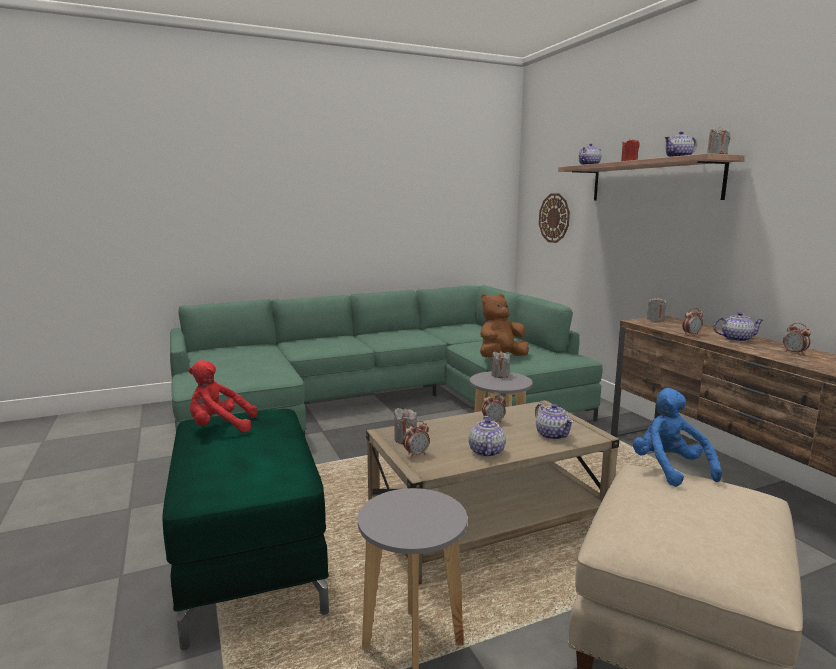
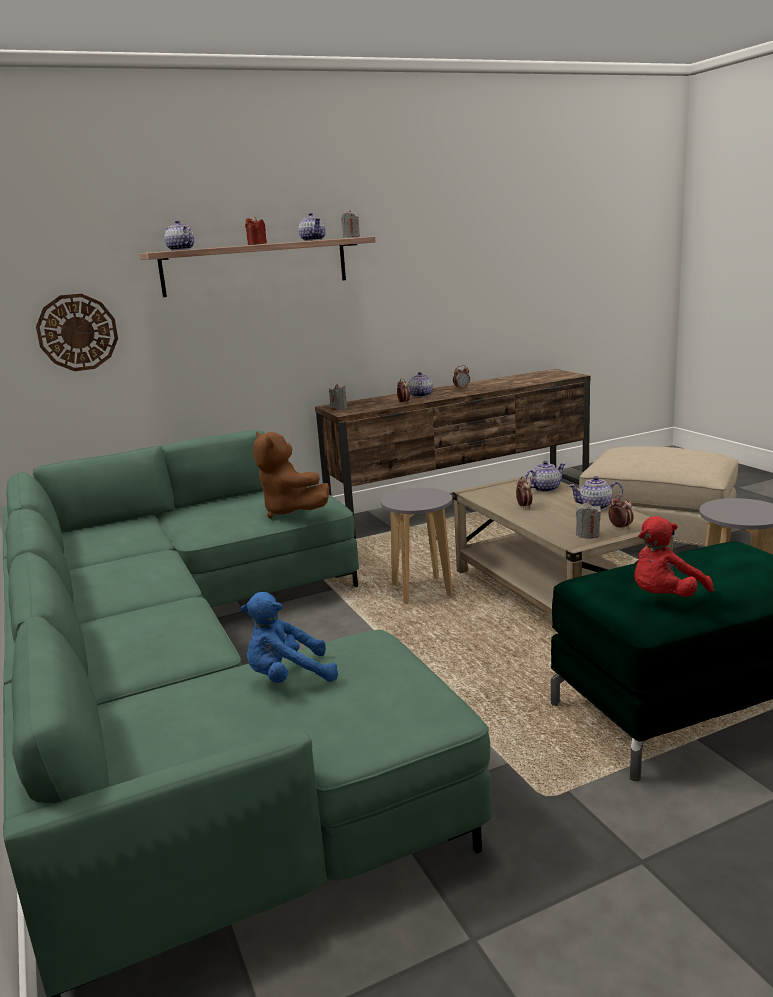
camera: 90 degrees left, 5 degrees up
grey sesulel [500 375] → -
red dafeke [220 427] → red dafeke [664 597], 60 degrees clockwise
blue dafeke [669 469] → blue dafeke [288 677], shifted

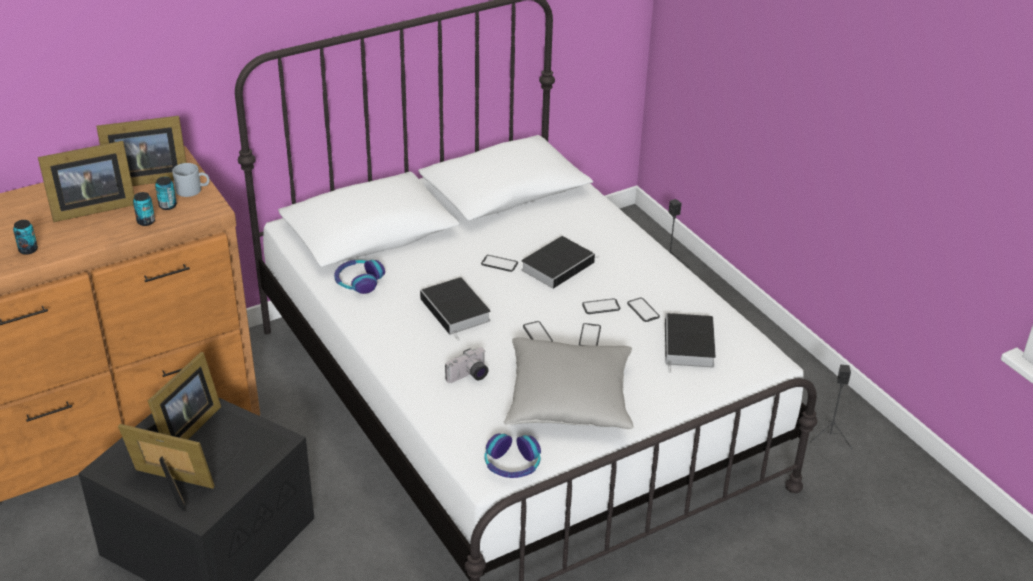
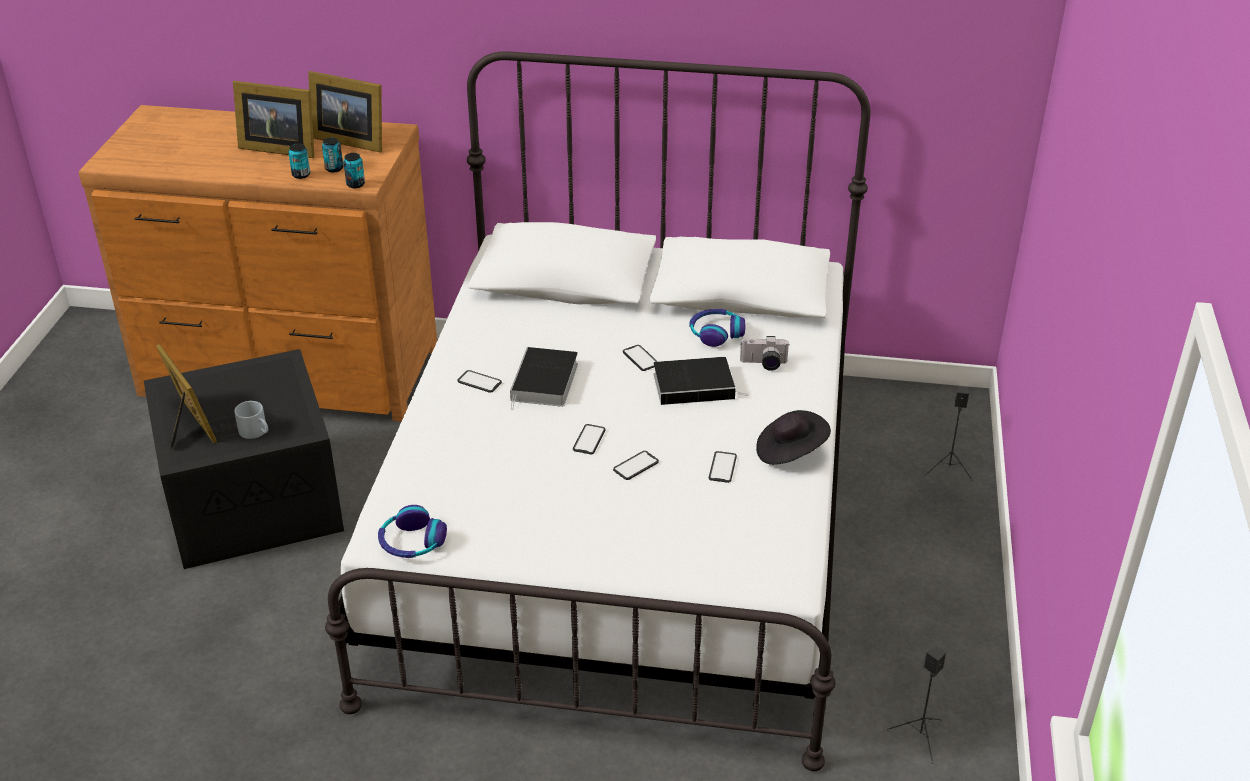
camera: 40 degrees right, 0 degrees up
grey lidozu [193 189] → grey lidozu [256 432], shifted
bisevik [28 250] → bisevik [355 184], shifted
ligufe [358 281] → ligufe [716 333], shifted
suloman [601 307] → suloman [479 382], shifted
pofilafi [689 346] → -
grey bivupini [569 399] → -
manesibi [469 377] → manesibi [763 364], shifted
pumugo [184 429] → -
- → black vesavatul [790 452]

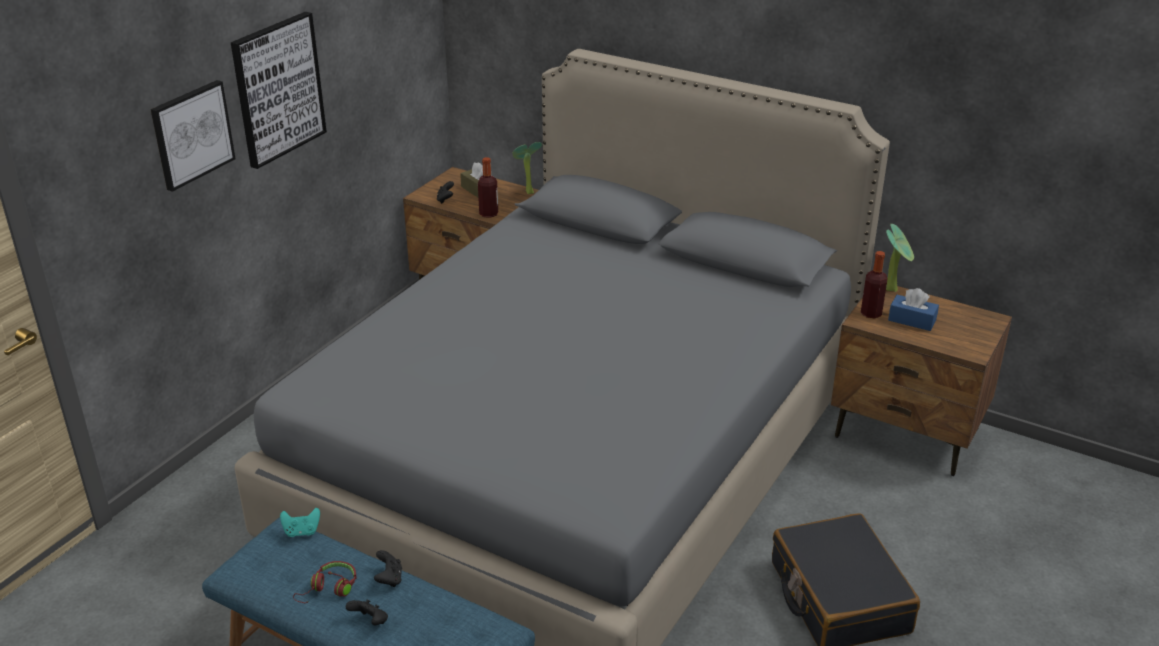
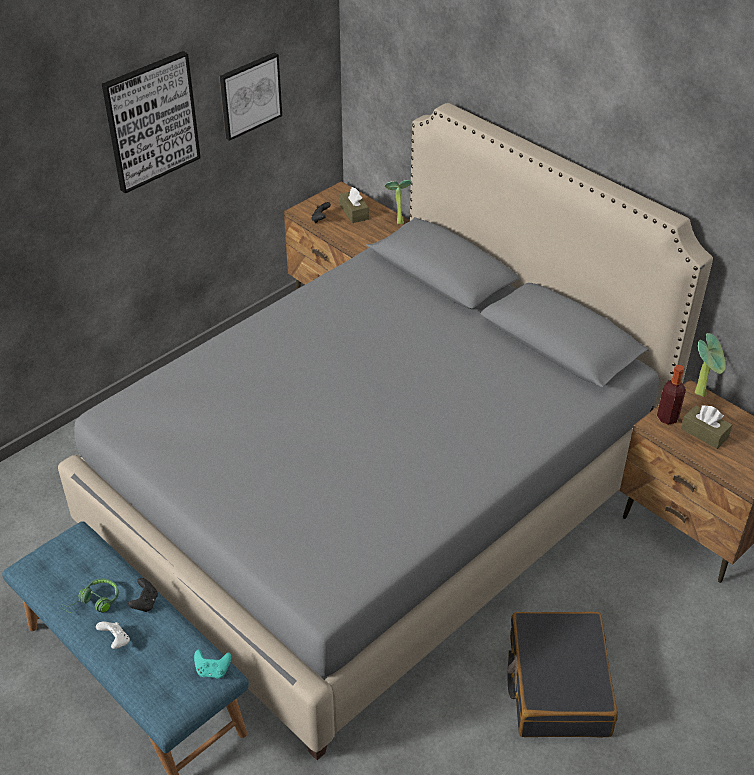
camera: 15 degrees right, 10 degrees up
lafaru [192 134] → lafaru [249 95], shifted
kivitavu [488 214] → -
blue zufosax [912 320] → brown zufosax [704 433]
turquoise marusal [302 532] → turquoise marusal [213 670], shifted
red ligufe [329 589] → green ligufe [94 602]
black marusal [370 621] → white marusal [116 641]

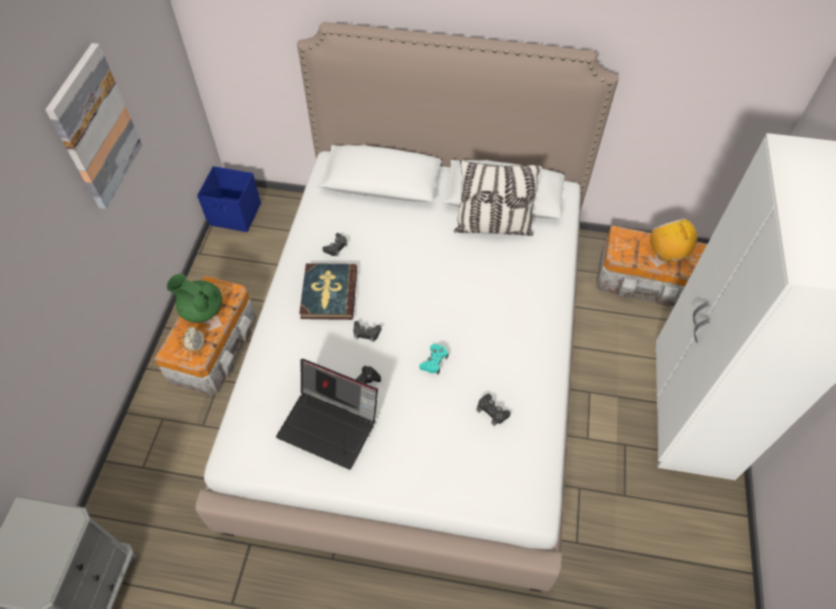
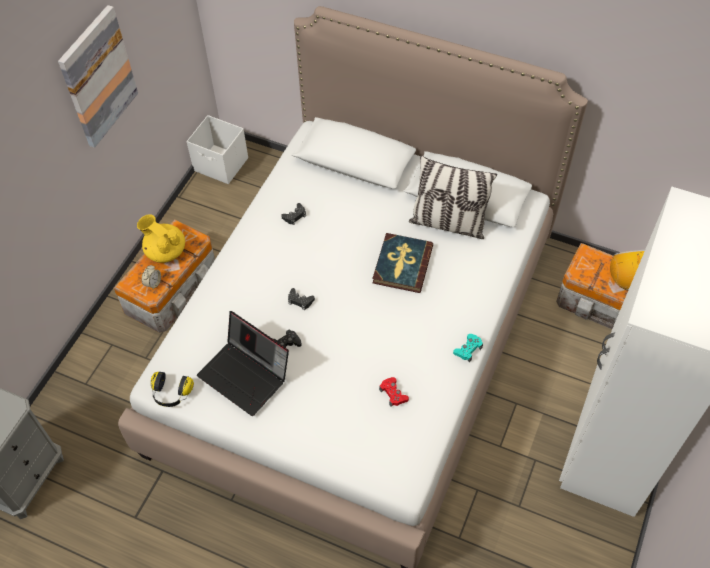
camera: 15 degrees right, 0 degrees up
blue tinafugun [235 215] → white tinafugun [221 165]
pofilafi [328 293] → pofilafi [402 264], shifted
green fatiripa [201 309] → yellow fatiripa [165 251]
turquoise marusal [434 361] → turquoise marusal [468 349], shifted
black marusal [492 411] → red marusal [393 394]
- → ligufe [171 394]

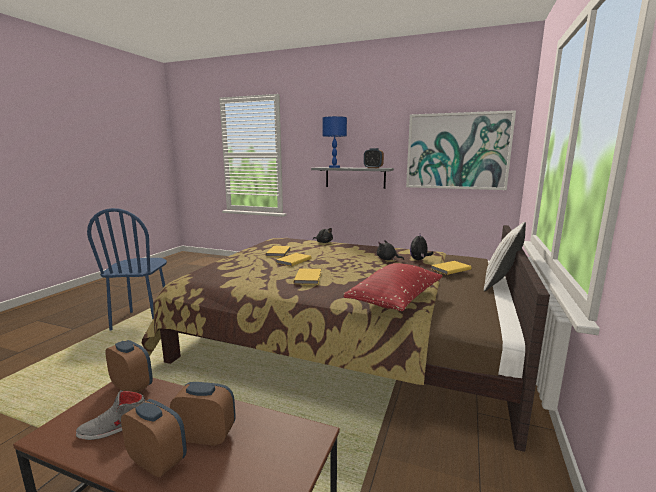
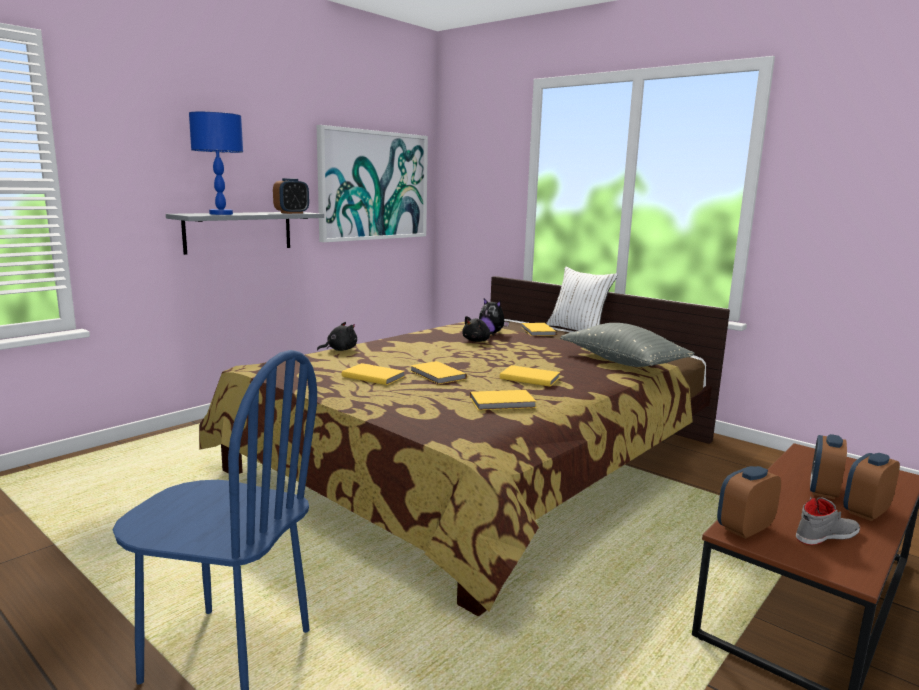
camera: 70 degrees left, 0 degrees up
red bivupini [395 300] → grey bivupini [623 362]
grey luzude [114 427] → grey luzude [826 535], 105 degrees counterclockwise
- → yellow pofilafi [503 403]

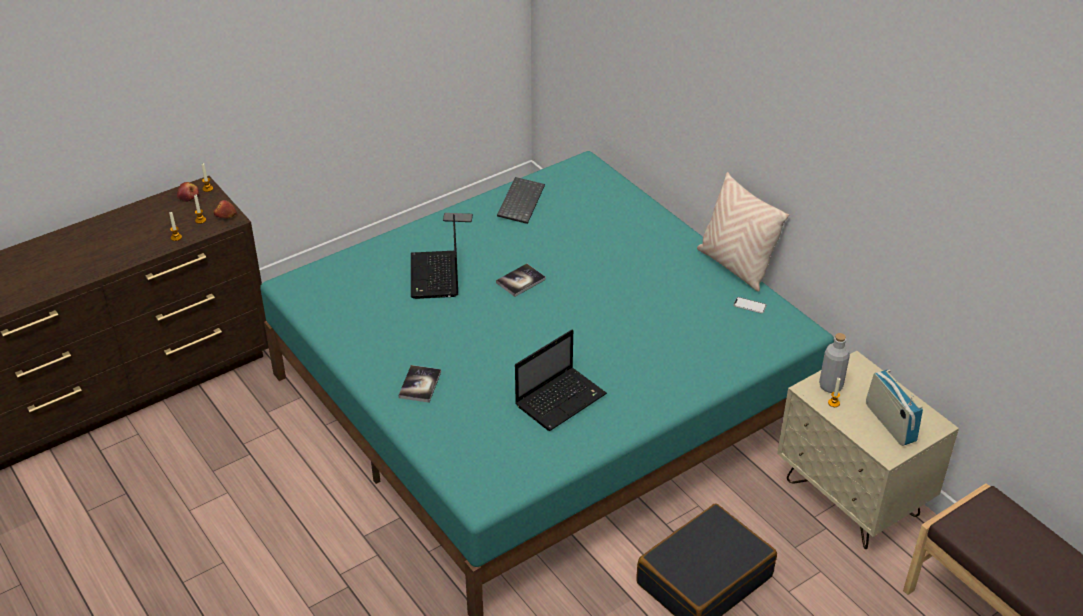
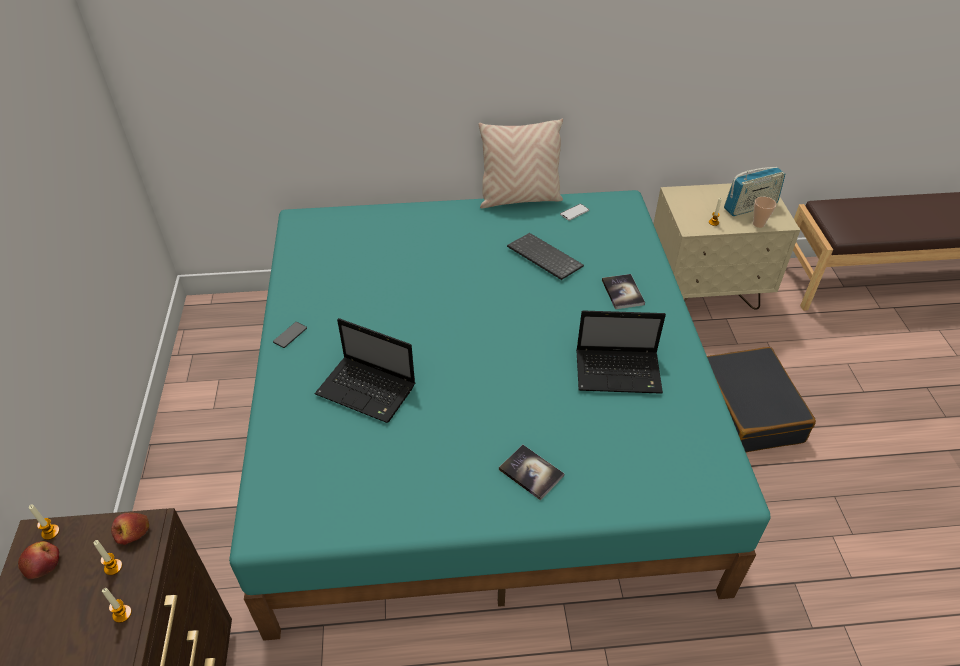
camera: 60 degrees left, 5 degrees up
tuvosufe [520 201] → tuvosufe [543 258], shifted
pofilafi [520 281] → pofilafi [622 292], shifted
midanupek [561 399] → midanupek [619 372], 105 degrees clockwise
grey kivitavu [830 386] → -
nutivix [890 423] → nutivix [750 207], 150 degrees clockwise
- → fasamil [758 224]

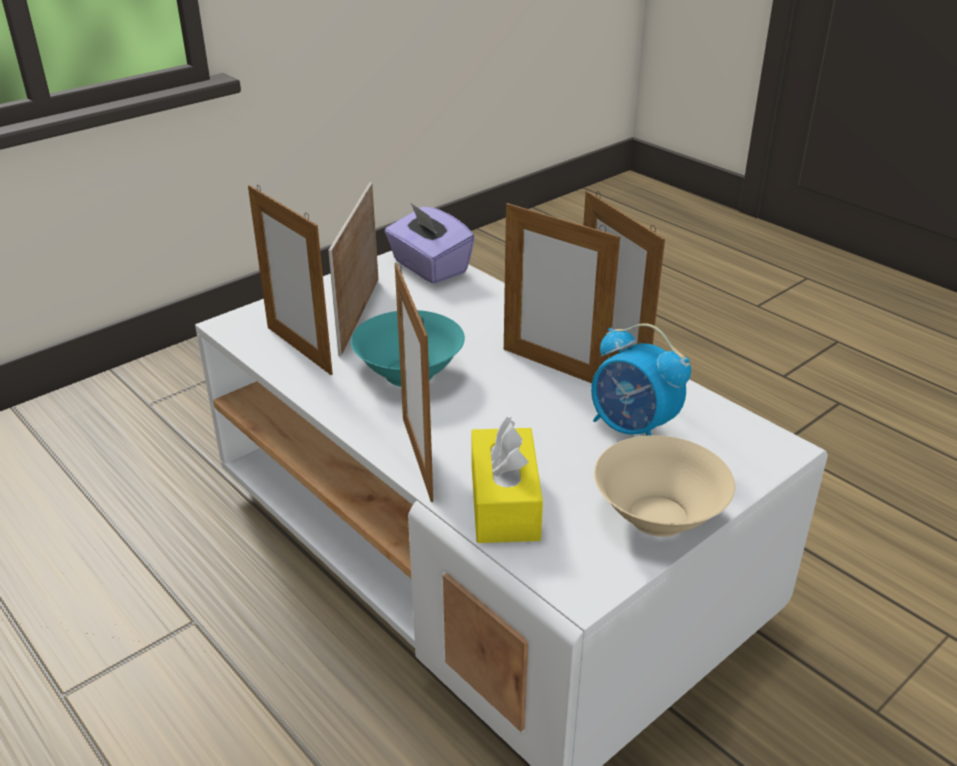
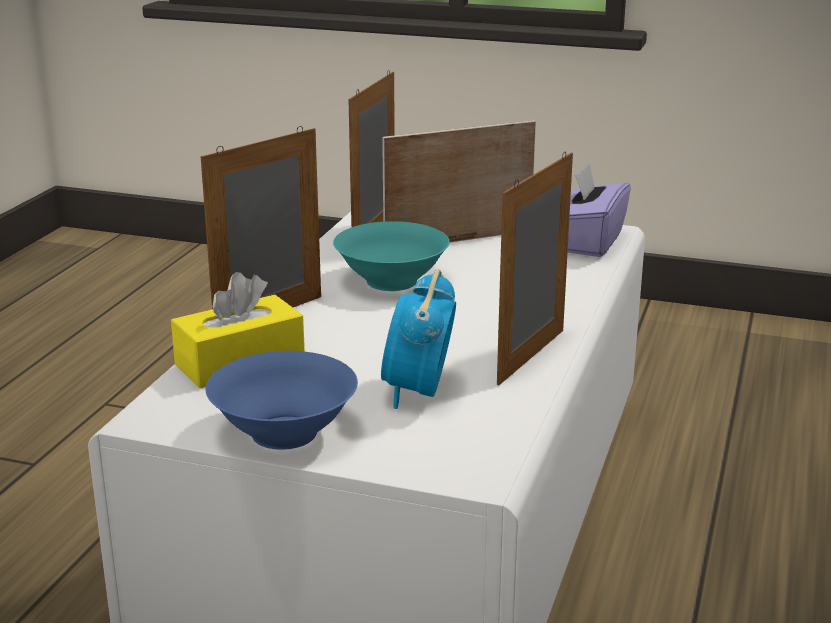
camera: 60 degrees right, 10 degrees down
pumugo [553 368] → -
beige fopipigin [659 515] → blue fopipigin [286 433]

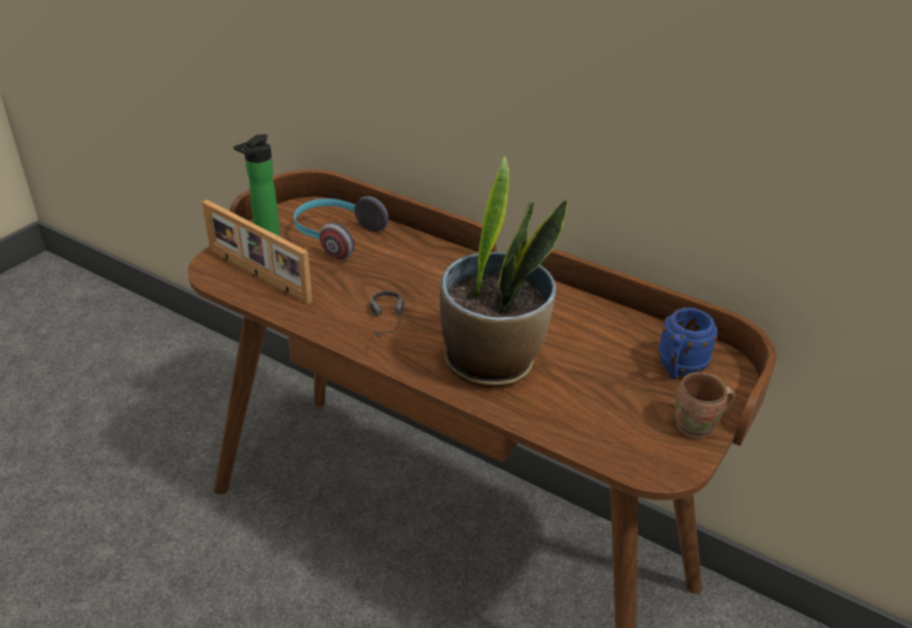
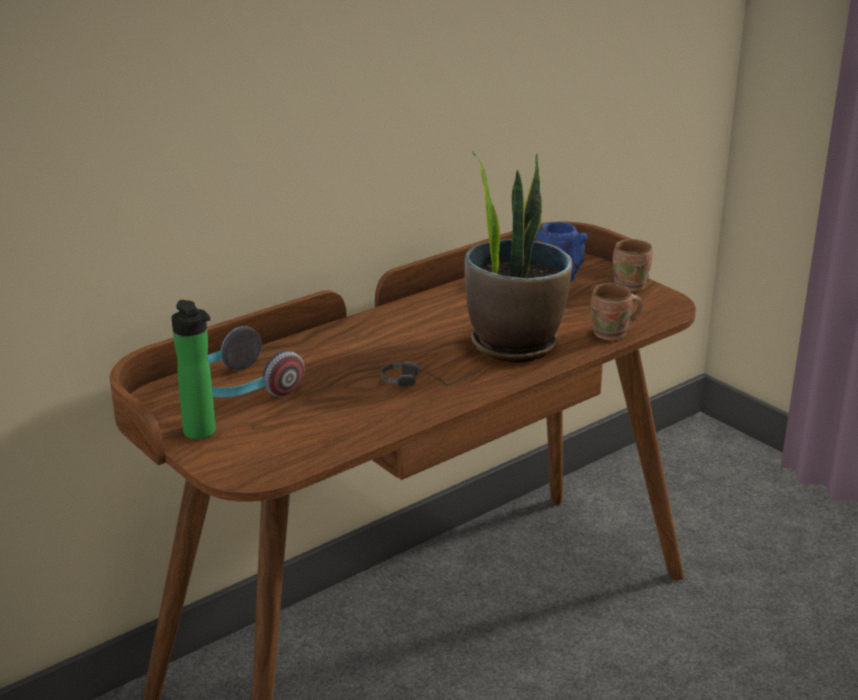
camera: 70 degrees left, 10 degrees down
pumugo [257 276] → -
- → brown lidozu [612 335]

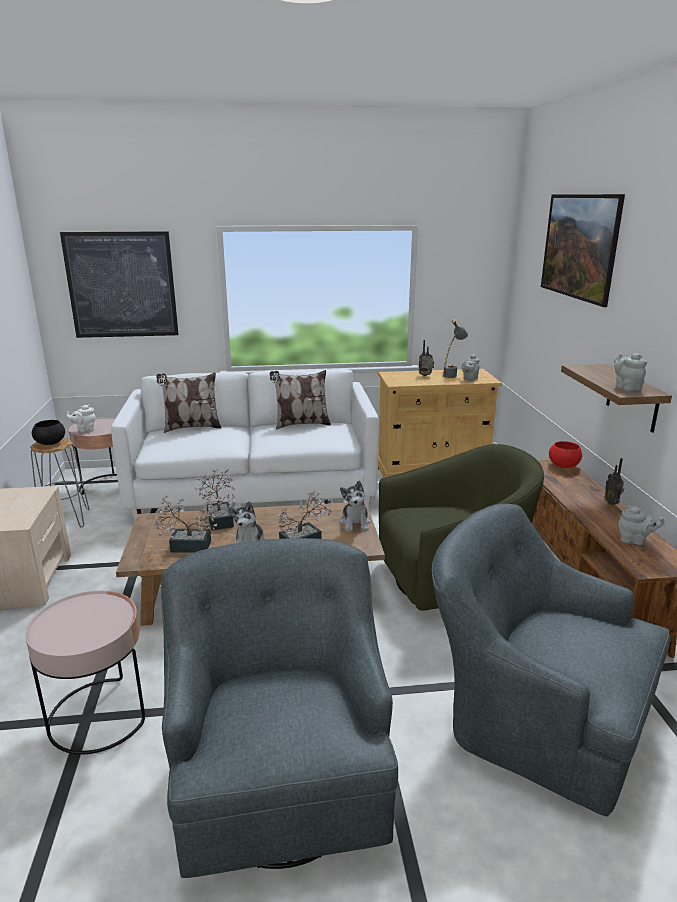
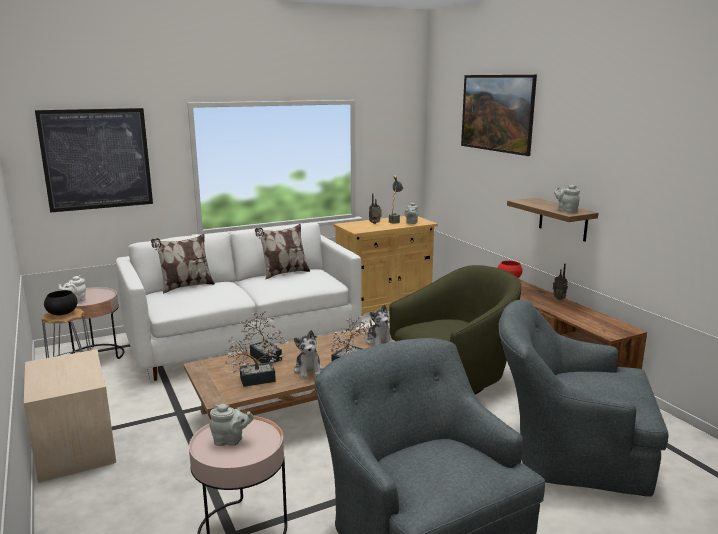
camera: 20 degrees left, 5 degrees down
grey fatiripa [635 541] → grey fatiripa [230 441], shifted

